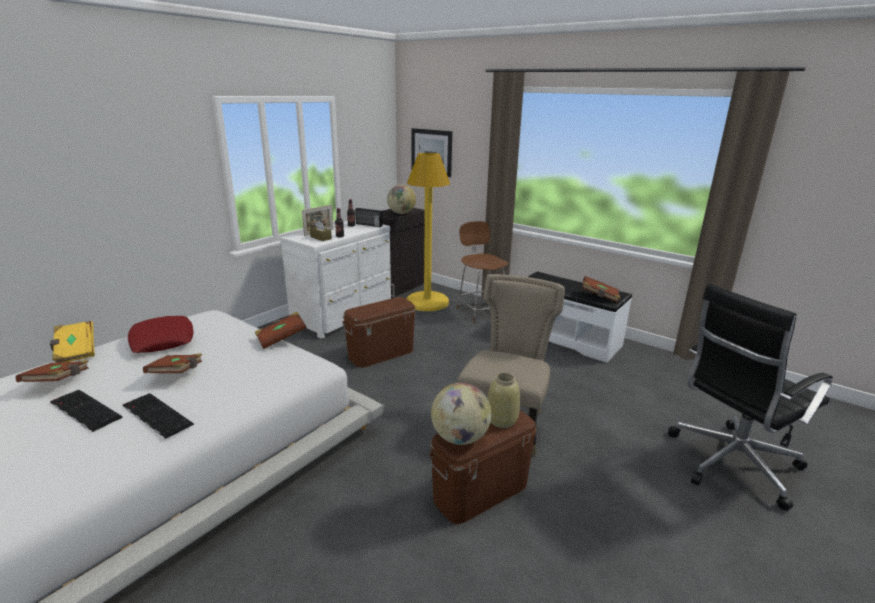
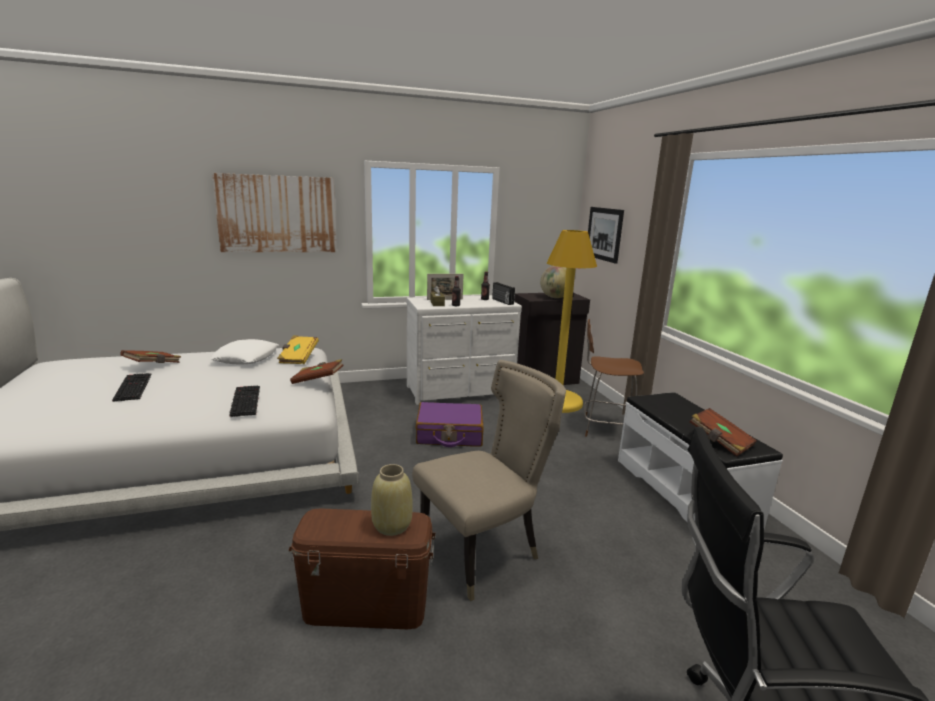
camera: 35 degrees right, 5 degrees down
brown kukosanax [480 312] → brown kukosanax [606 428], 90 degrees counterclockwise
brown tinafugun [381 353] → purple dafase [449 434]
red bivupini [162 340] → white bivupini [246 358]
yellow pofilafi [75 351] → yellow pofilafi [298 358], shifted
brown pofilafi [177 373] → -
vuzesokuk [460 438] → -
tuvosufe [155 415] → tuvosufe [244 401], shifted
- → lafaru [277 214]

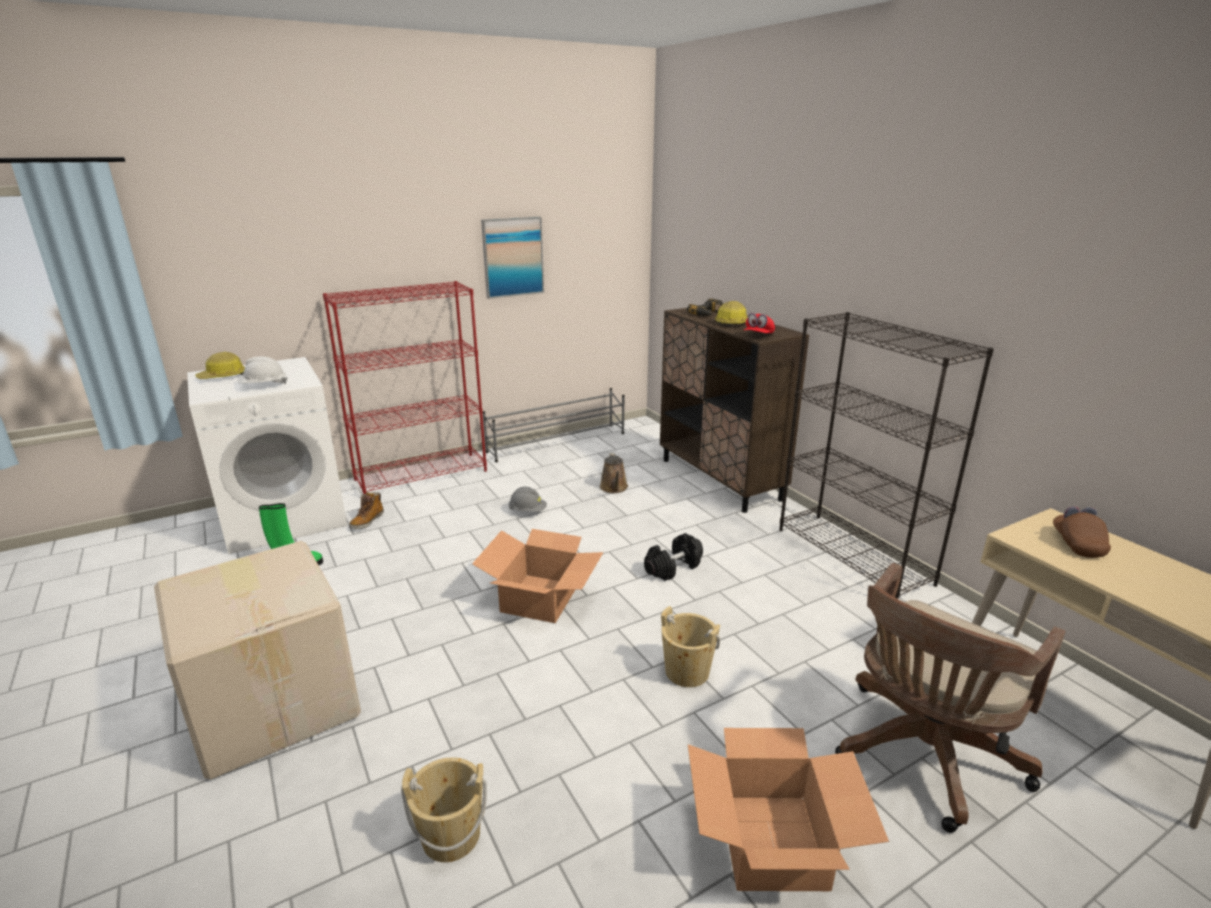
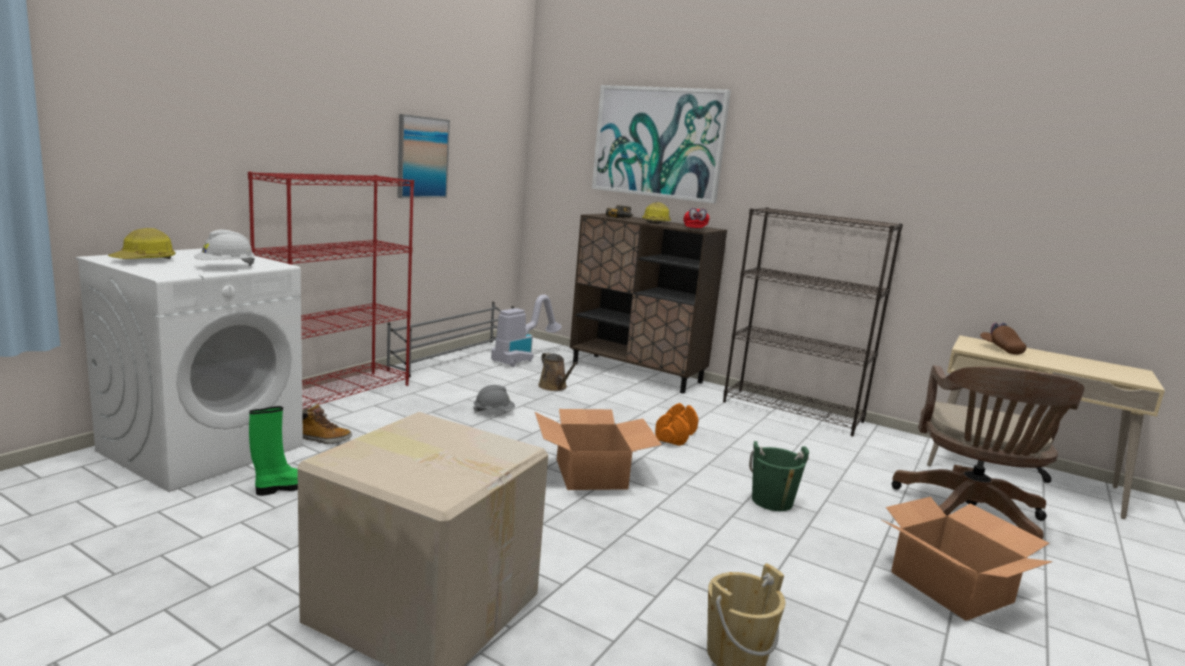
camera: 30 degrees left, 10 degrees down
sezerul [367 521] → sezerul [323 439], 75 degrees counterclockwise
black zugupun [673 568] → orange zugupun [675 436]
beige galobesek [687 672] → green galobesek [772 501]
- → lafaru [658 142]
- → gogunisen [523 358]

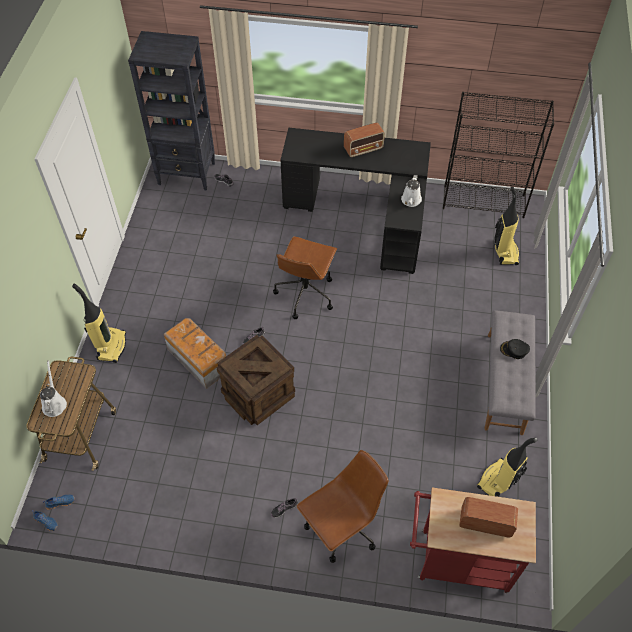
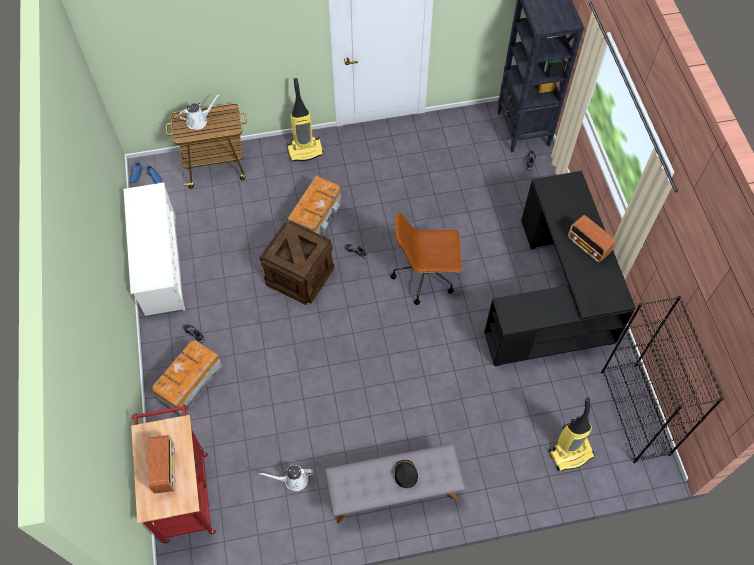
camera: 70 degrees right, 5 degrees up
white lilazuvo [411 201] → white lilazuvo [293 480], shifted
gogunisen [498 480] → -
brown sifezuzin [341 527] → tinafugun [189 384]
- → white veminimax [160 264]

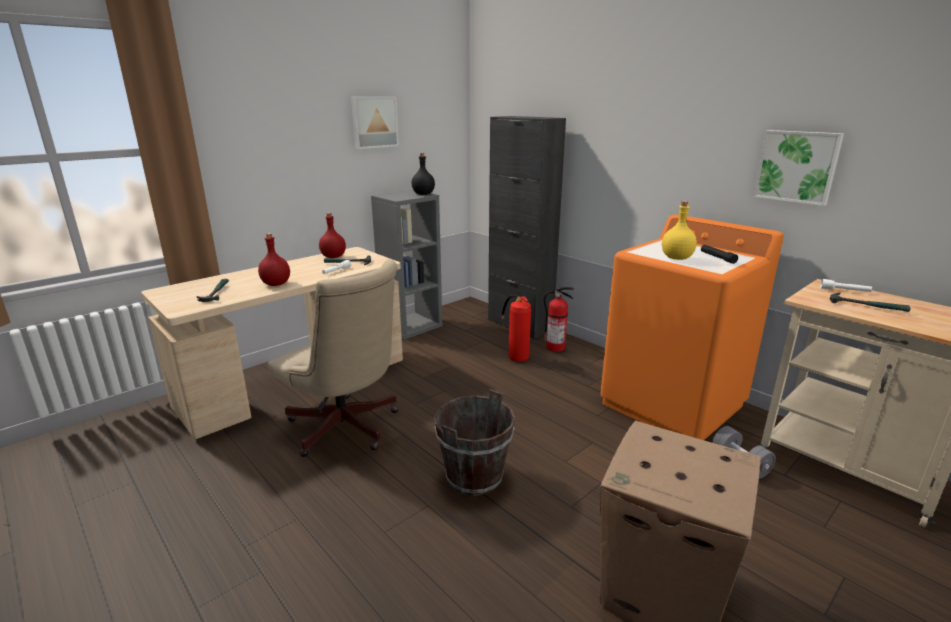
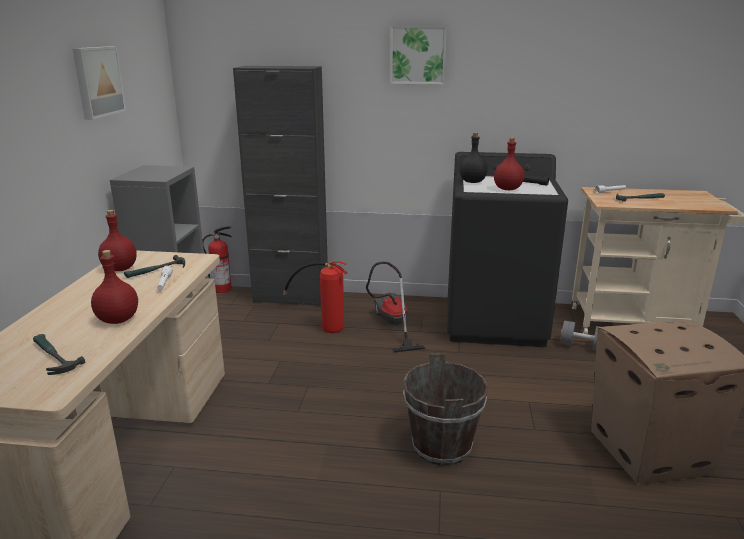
camera: 40 degrees left, 0 degrees up
lafaru [797 166] → lafaru [418 55], shifted
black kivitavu [423 194] → black kivitavu [472 182], shifted
yellow kivitavu [676 258] → red kivitavu [507 189]
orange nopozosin [673 405] → black nopozosin [495 322]
beige sifezuzin [346 430] → -
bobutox [556 347] → bobutox [223 289], shifted
- → gogunisen [391 325]

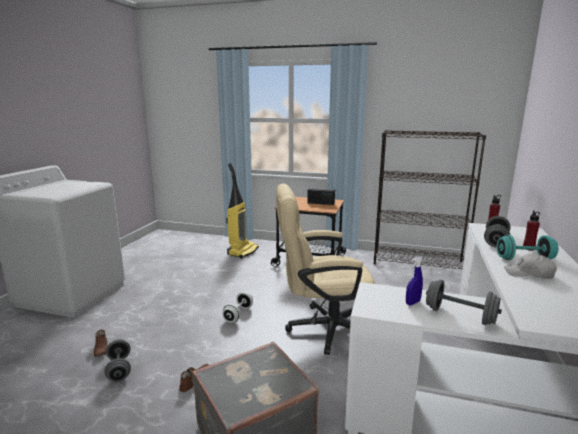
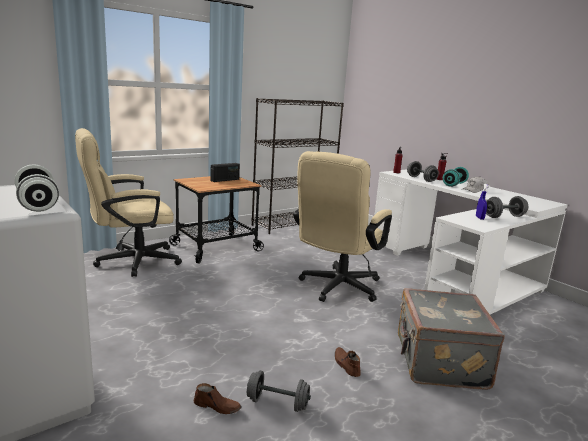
camera: 55 degrees left, 0 degrees up
gogunisen [242 251] → beige sifezuzin [130 262]
white zugupun [238 314] → white zugupun [38 204], shifted

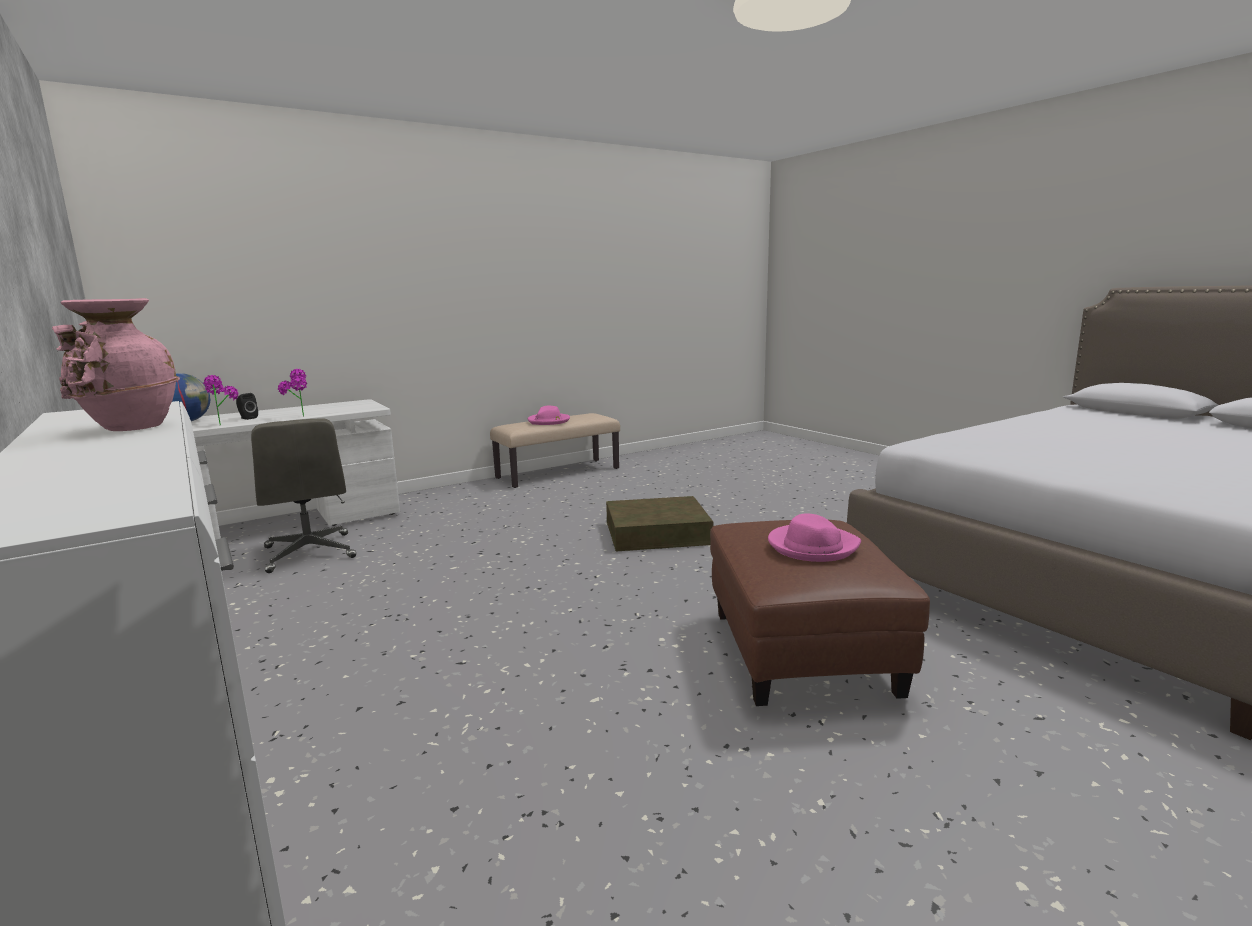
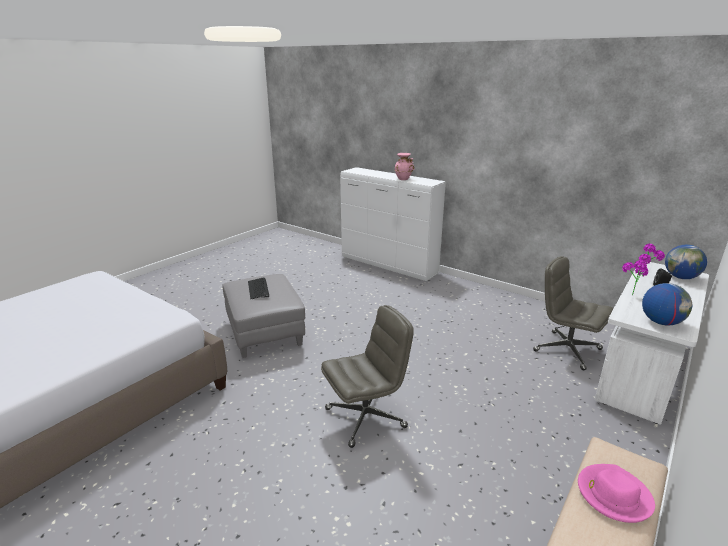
camera: 160 degrees right, 10 degrees up
brown tinafugun [656 533] → grey sifezuzin [366 417]
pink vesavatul [812 546] → tuvosufe [258 289]
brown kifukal [802 653] → grey kifukal [264 333]
- → vuzesokuk [661 322]

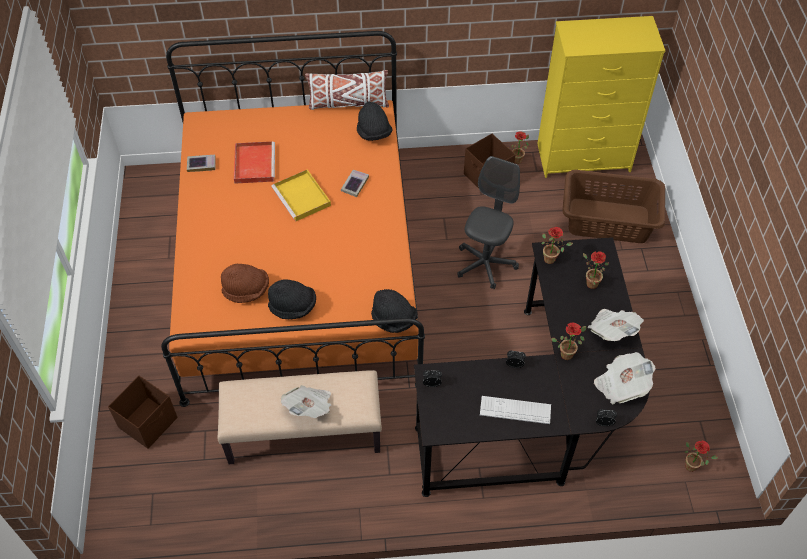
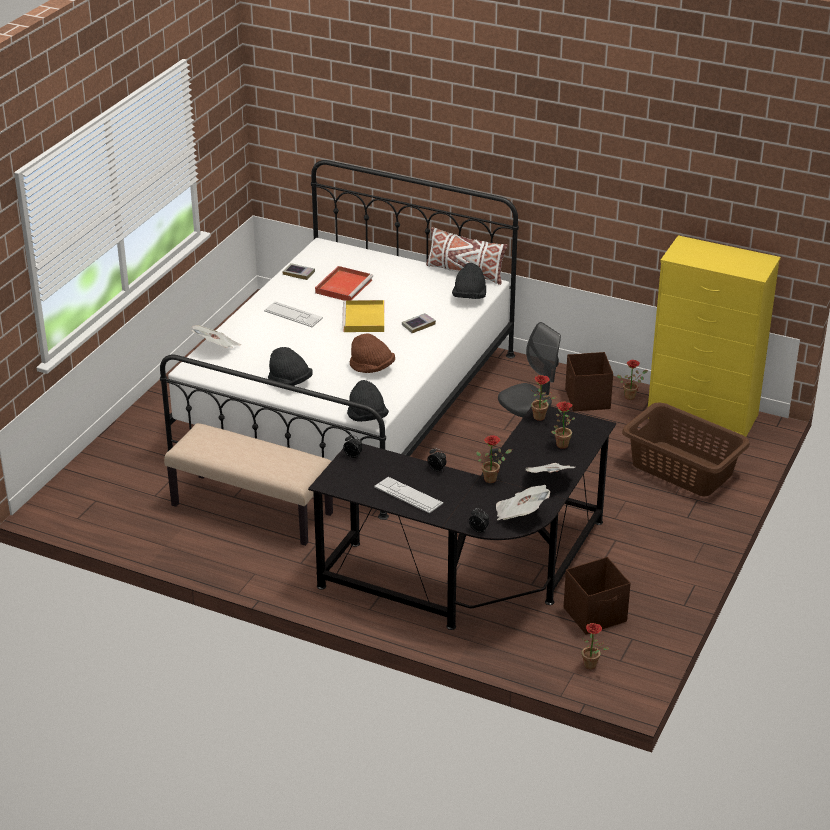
camera: 30 degrees right, 20 degrees down
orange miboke [299 267] → white miboke [347 403]
brown vesavatul [247 290] → brown vesavatul [372 368], shifted
brown tinafugun [149 422] → brown tinafugun [596 615], shifted
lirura [309 407] → lirura [217 348], shifted
- → tuvosufe [293 315]

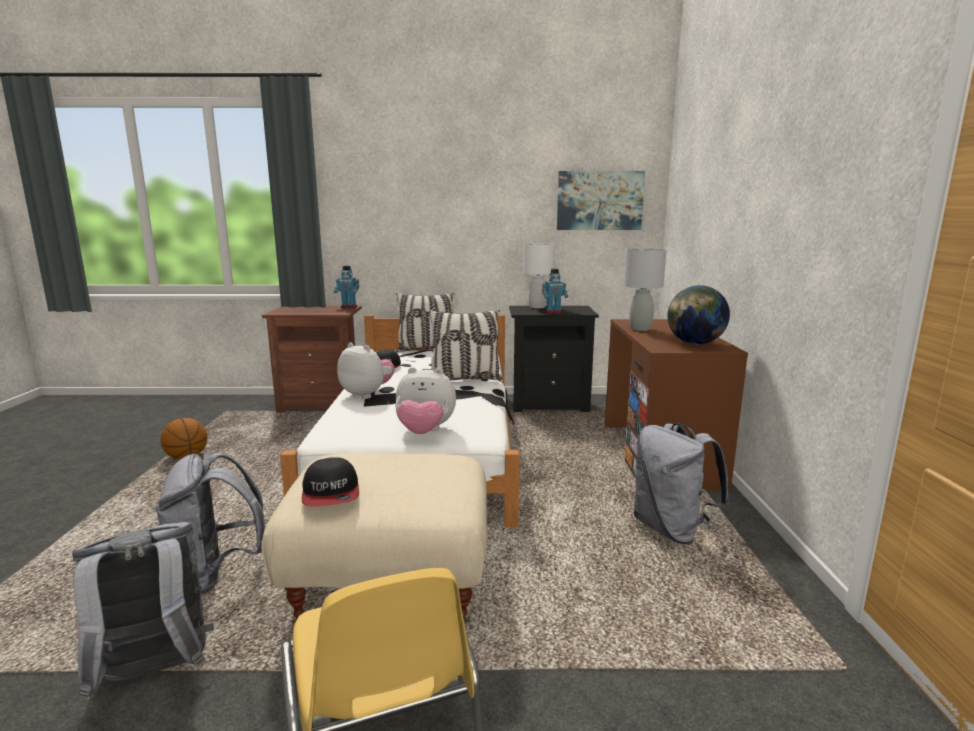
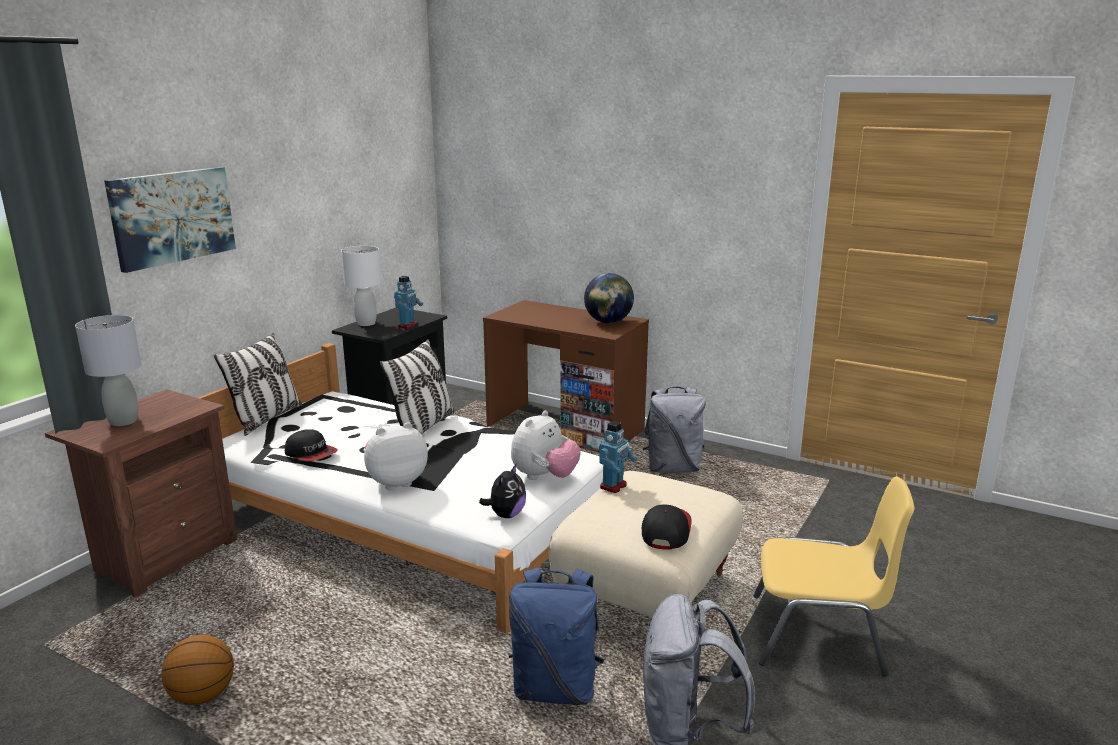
camera: 60 degrees left, 5 degrees up
lafaru [599 200] → lafaru [172 217], shifted
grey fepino [640 329] → grey fepino [124 421], shifted
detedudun [348 307] → detedudun [614 486], shifted
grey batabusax [217 574] → blue batabusax [555 688]
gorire [331 493] → gorire [665 530], 90 degrees counterclockwise
- → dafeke [506 515]

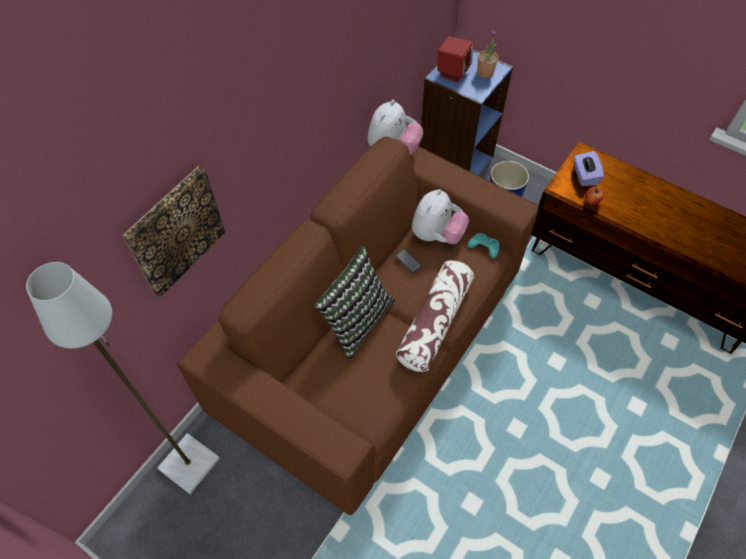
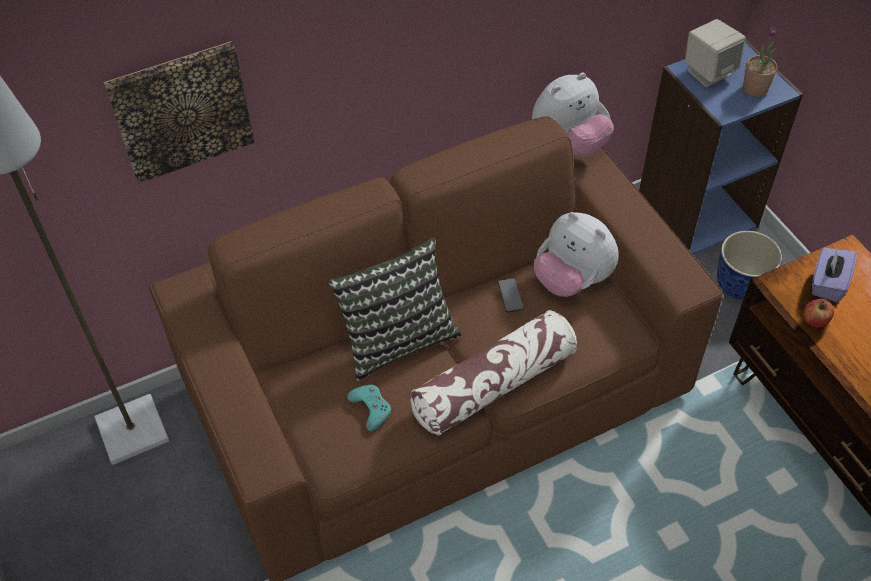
camera: 30 degrees right, 5 degrees down
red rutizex [453 72] → beige rutizex [708 72]
dafeke [437 235] → dafeke [572 280], 75 degrees clockwise
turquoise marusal [484 246] → turquoise marusal [371 408], shifted

